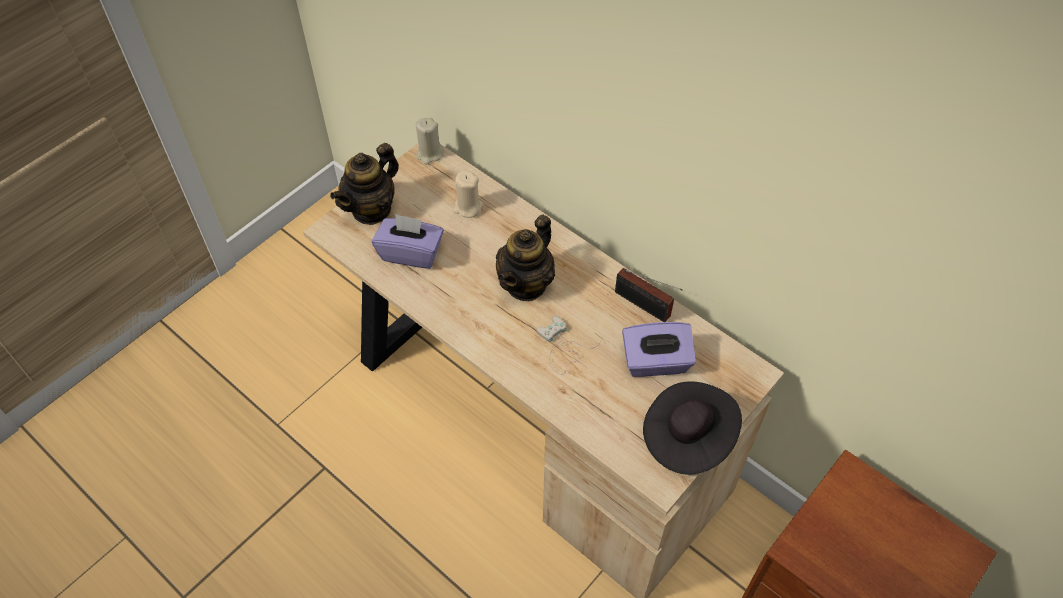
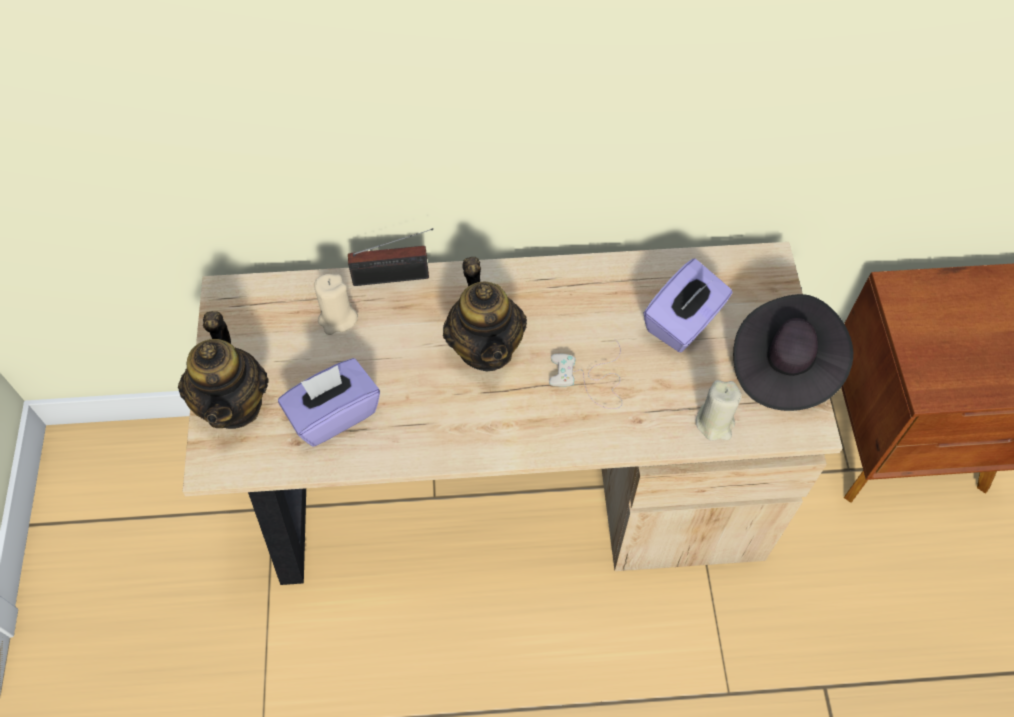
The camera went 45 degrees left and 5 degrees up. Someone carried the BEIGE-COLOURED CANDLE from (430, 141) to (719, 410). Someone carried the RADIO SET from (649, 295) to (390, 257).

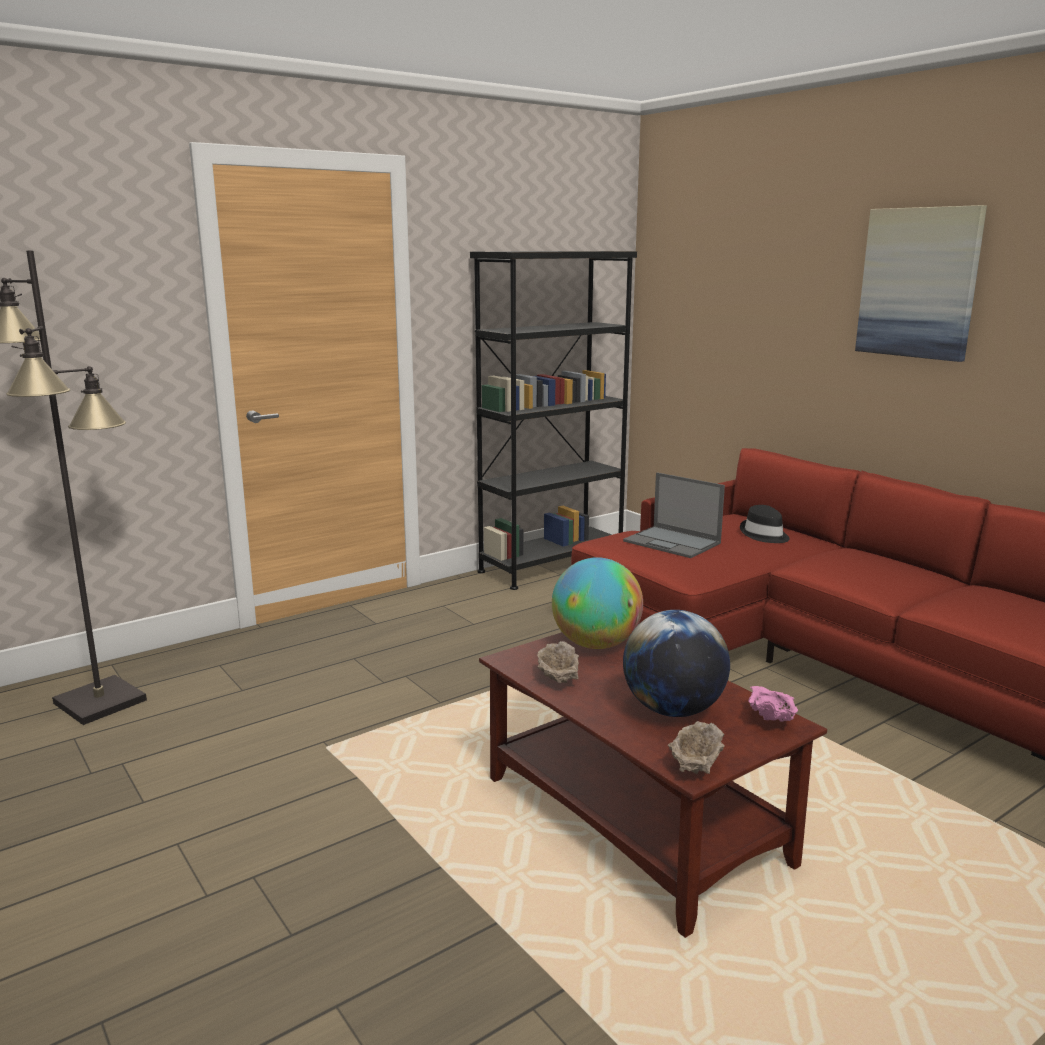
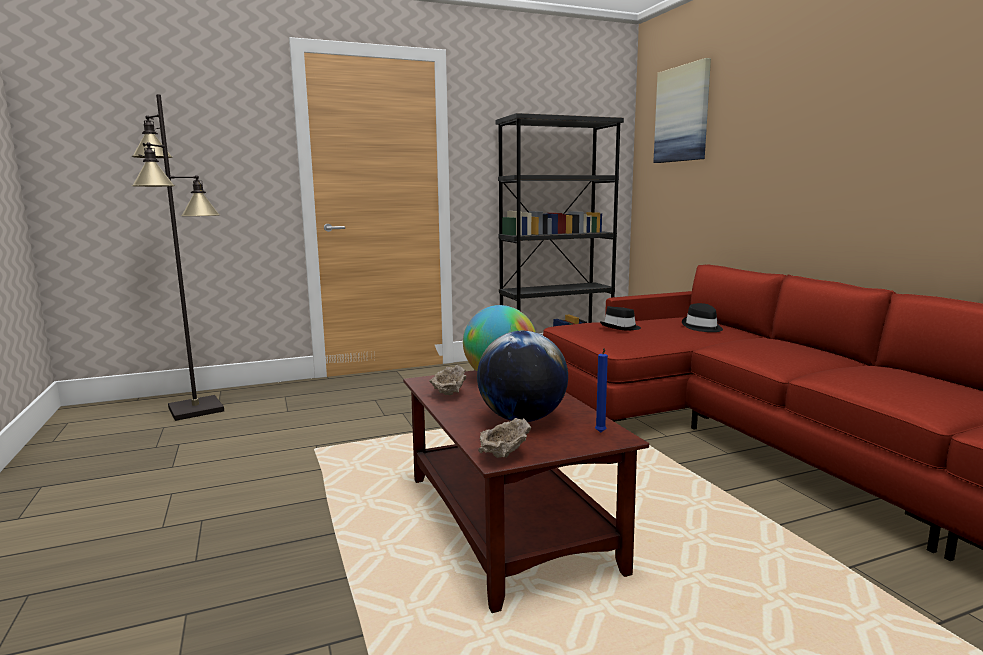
The camera went 15 degrees right and 5 degrees down. Someone carried the WALL PICTURE from (921, 283) to (682, 110). Someone swapped the PORTABLE COMPUTER at (674, 515) for the BLACK HAT at (620, 318). Someone swapped the PINK-COLOURED SERVING BOWL at (773, 704) for the BLUE-COLOURED CANDLE at (601, 390).

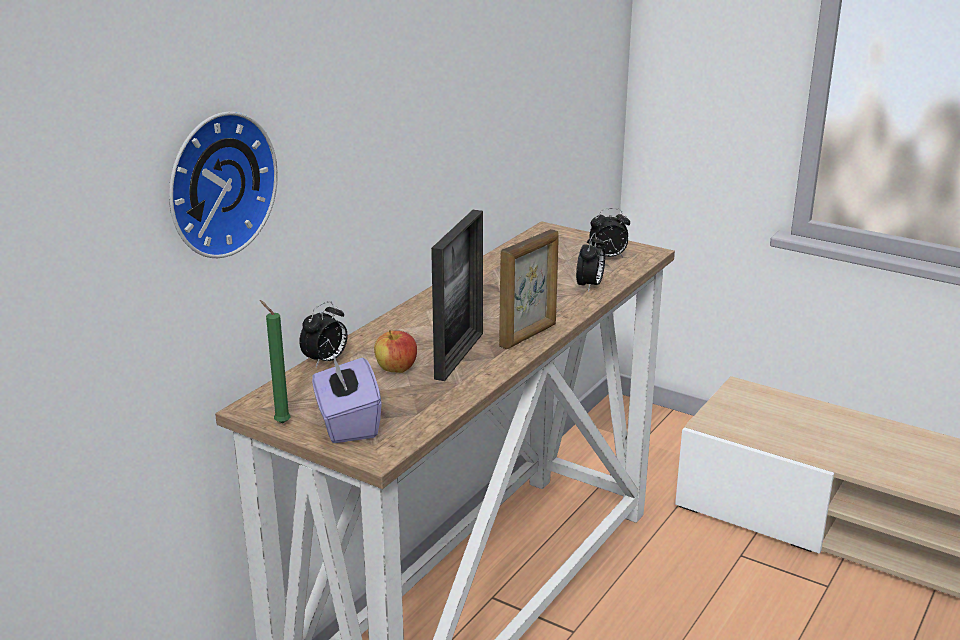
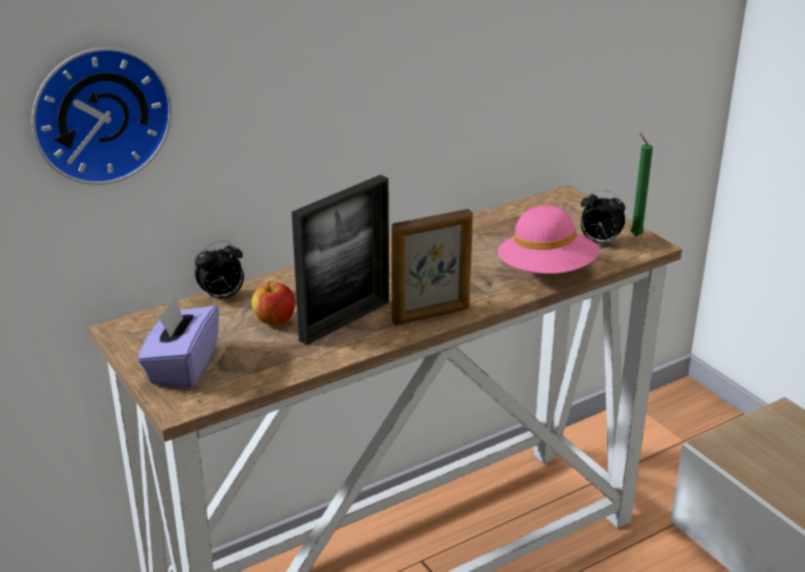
The camera went 25 degrees right and 5 degrees up. Someone carried the GREEN CANDLE from (275, 361) to (641, 184). Someone swapped the BEDSIDE CLOCK at (590, 262) for the PINK-COLOURED HAT at (548, 240).

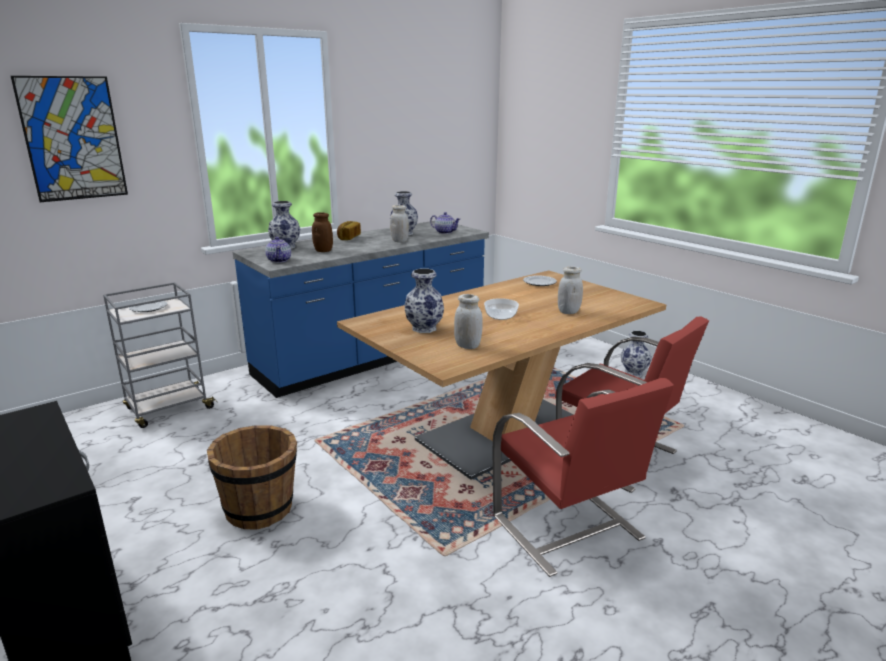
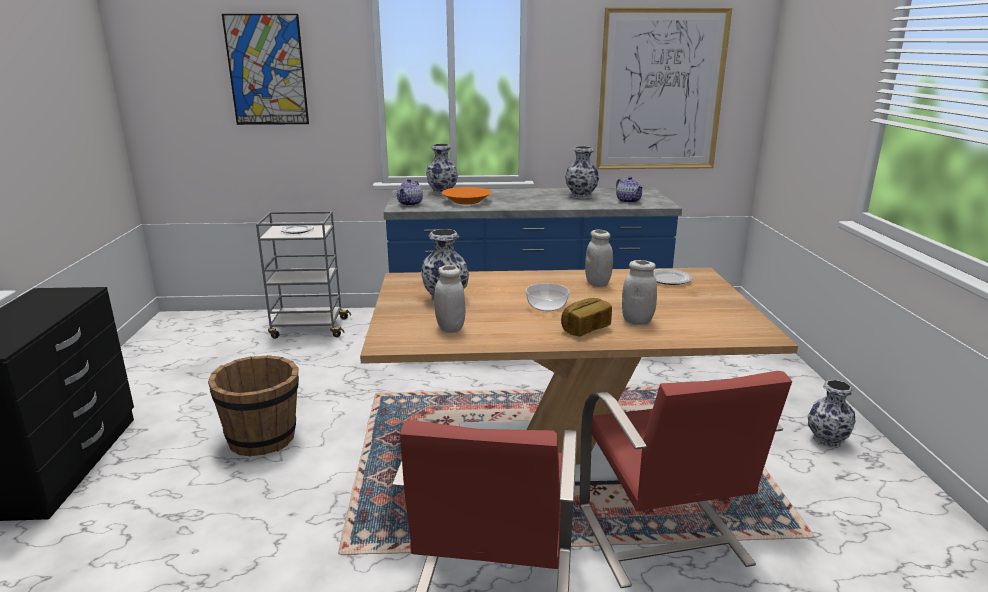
The camera went 35 degrees right and 0 degrees up. Someone put up the WALL PICTURE at (664, 88). Someone carried the BAKERY BREAD from (349, 230) to (586, 317). Someone carried the WHITISH PRESERVE JAR from (399, 223) to (599, 258). Someone swapped the BROWN-COLOURED PRESERVE JAR at (322, 232) for the ORANGE SERVING BOWL at (467, 195).

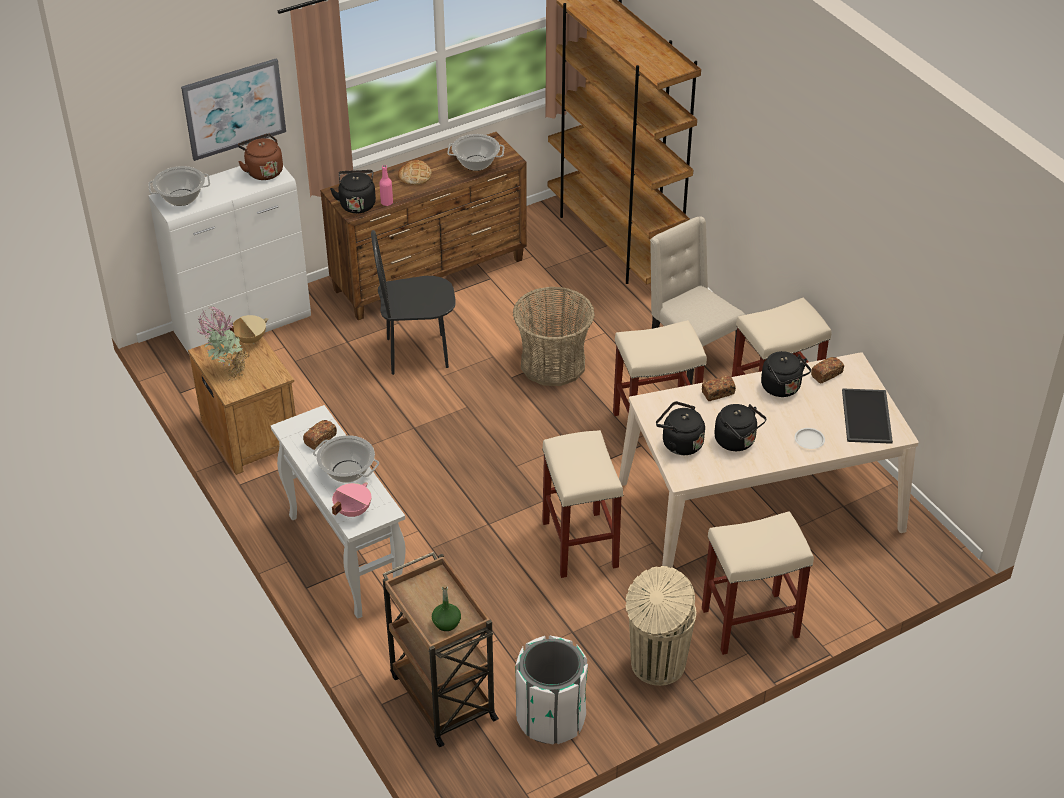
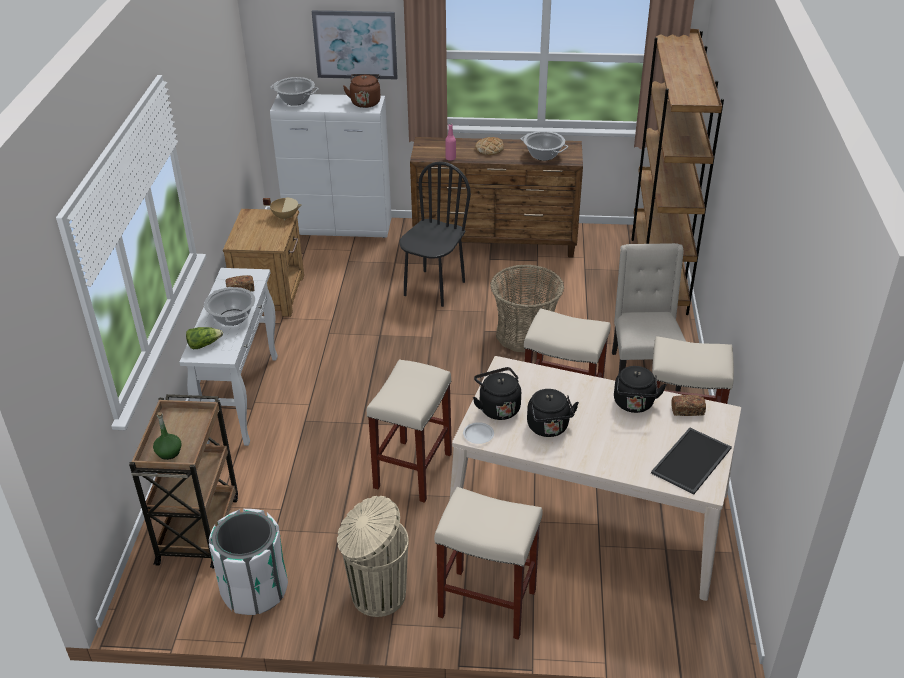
The camera went 35 degrees right and 5 degrees down. Someone took away the POTTED PLANT at (223, 343). Someone took away the BLACK WATER KETTLE at (353, 191). Someone took away the BAKERY BREAD at (719, 388). Someone carried the WHITISH FLAT DISH from (810, 438) to (478, 433). Someone swapped the PINK-COLOURED SAUCEPOT at (352, 499) for the LETTUCE HEAD at (204, 338). Someone rotated the BLACK UPRIGHT CHAIR at (413, 302) by 90 degrees clockwise.

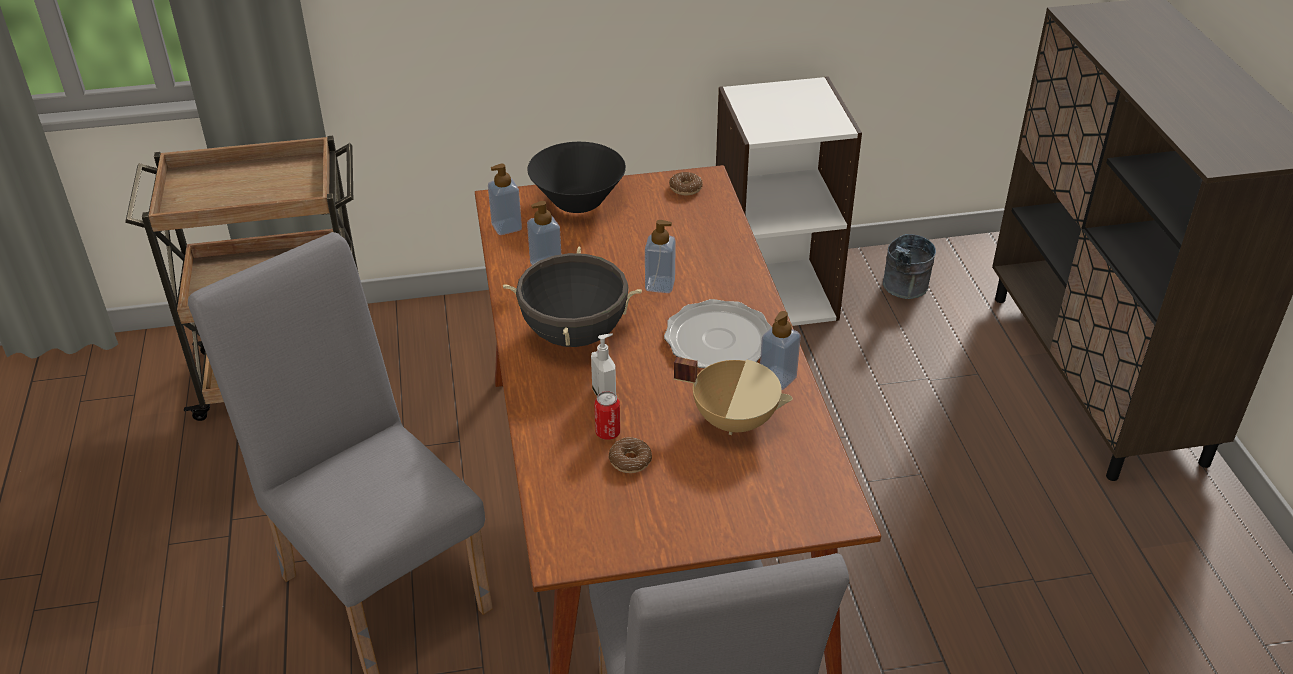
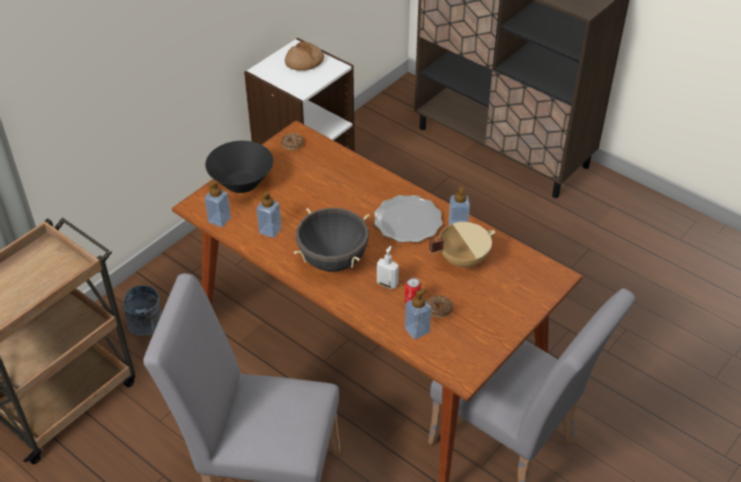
The camera went 40 degrees left and 5 degrees up. Someone put down the BAKERY BREAD at (304, 56). Someone carried the LIQUID SOAP BOTTLE from (660, 256) to (418, 314). Someone carried the GREY PAIL from (909, 266) to (142, 310).

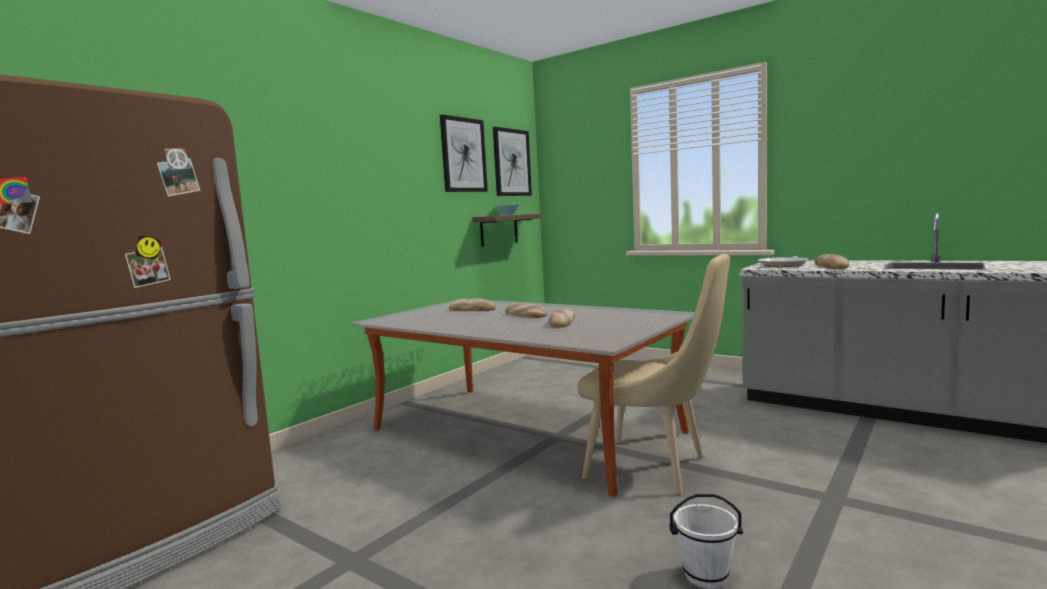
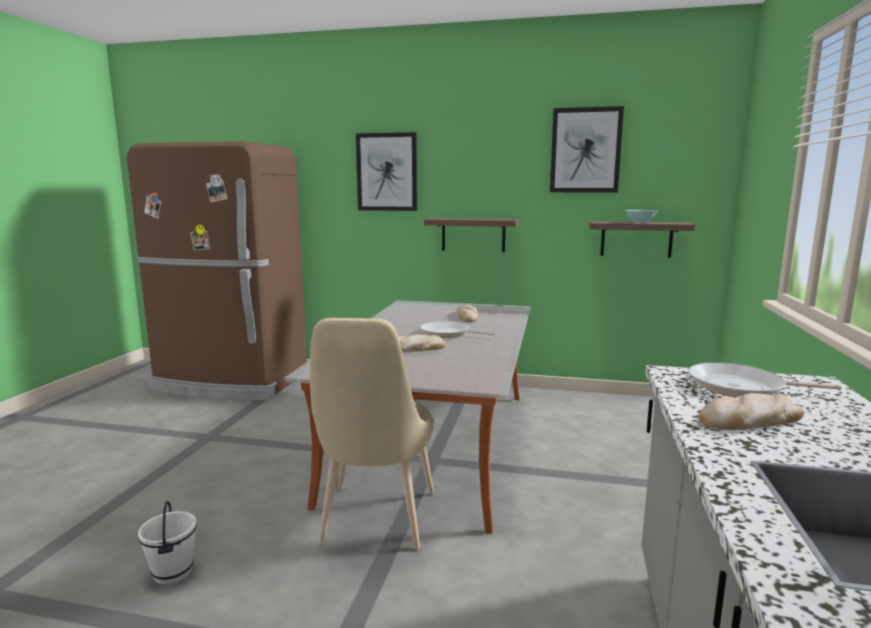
The camera went 65 degrees right and 5 degrees up. Someone put up the BRACKET SHELF at (471, 235). Someone carried the WALL PICTURE from (512, 161) to (386, 171). Someone swapped the BAKERY BREAD at (526, 310) for the FRYING PAN at (458, 329).

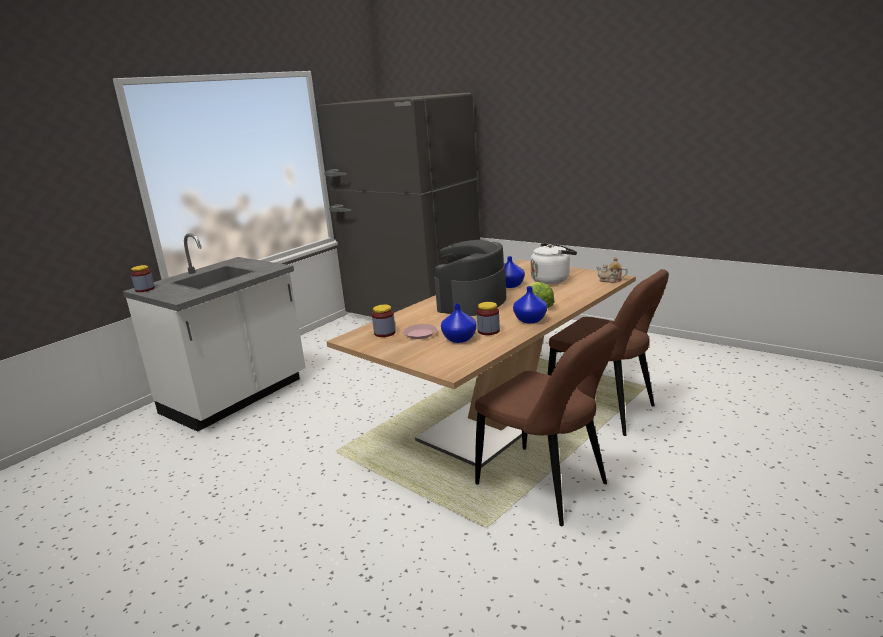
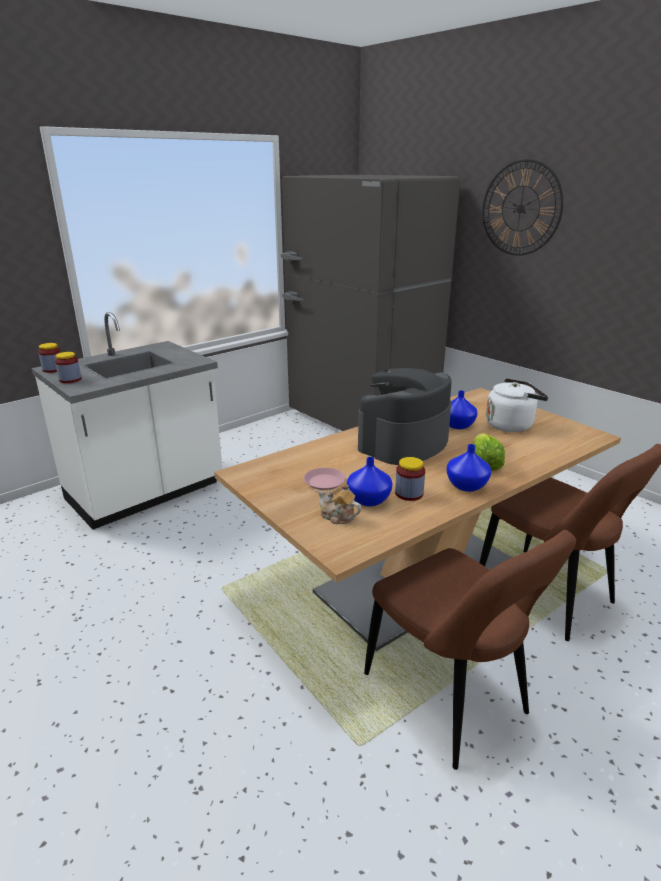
The camera went 10 degrees right and 5 degrees up. Someone put up the HANGING CLOCK at (523, 207). Someone carried the PRESERVE JAR from (384, 321) to (68, 367). Someone carried the POT FOR TEA from (612, 270) to (339, 503).

